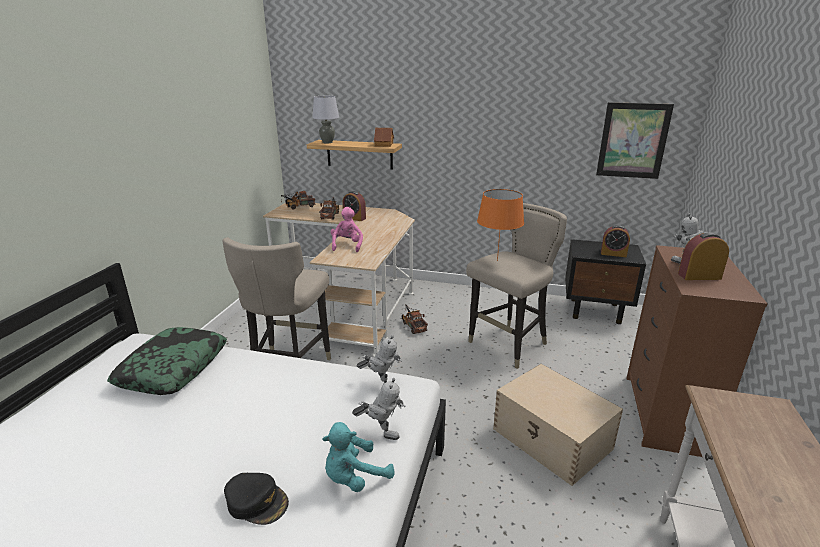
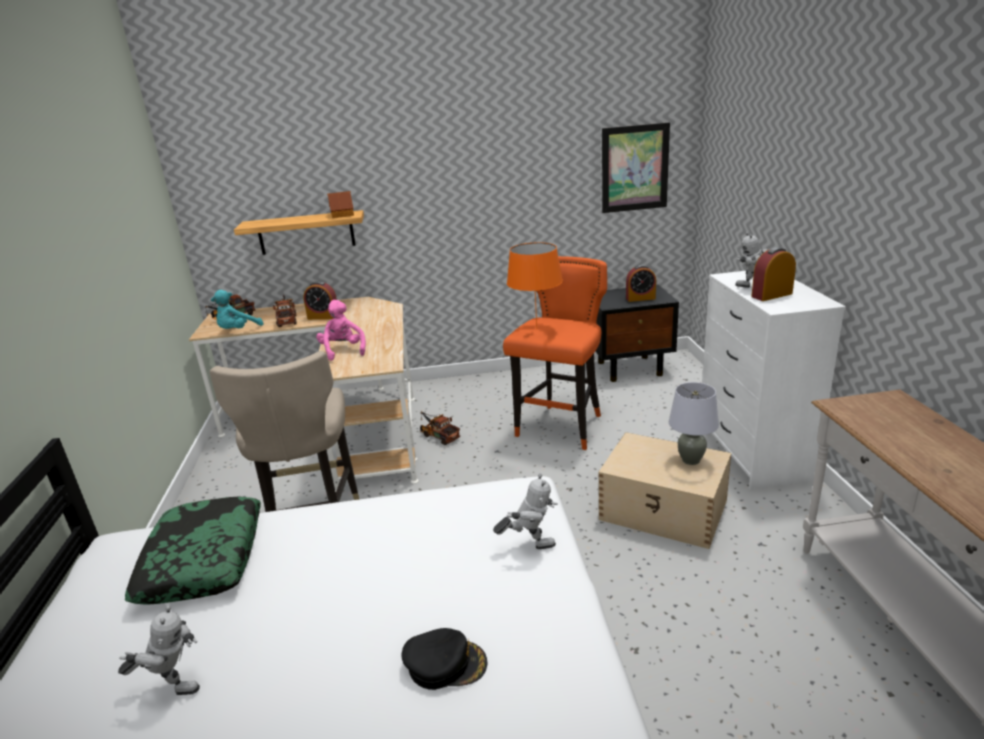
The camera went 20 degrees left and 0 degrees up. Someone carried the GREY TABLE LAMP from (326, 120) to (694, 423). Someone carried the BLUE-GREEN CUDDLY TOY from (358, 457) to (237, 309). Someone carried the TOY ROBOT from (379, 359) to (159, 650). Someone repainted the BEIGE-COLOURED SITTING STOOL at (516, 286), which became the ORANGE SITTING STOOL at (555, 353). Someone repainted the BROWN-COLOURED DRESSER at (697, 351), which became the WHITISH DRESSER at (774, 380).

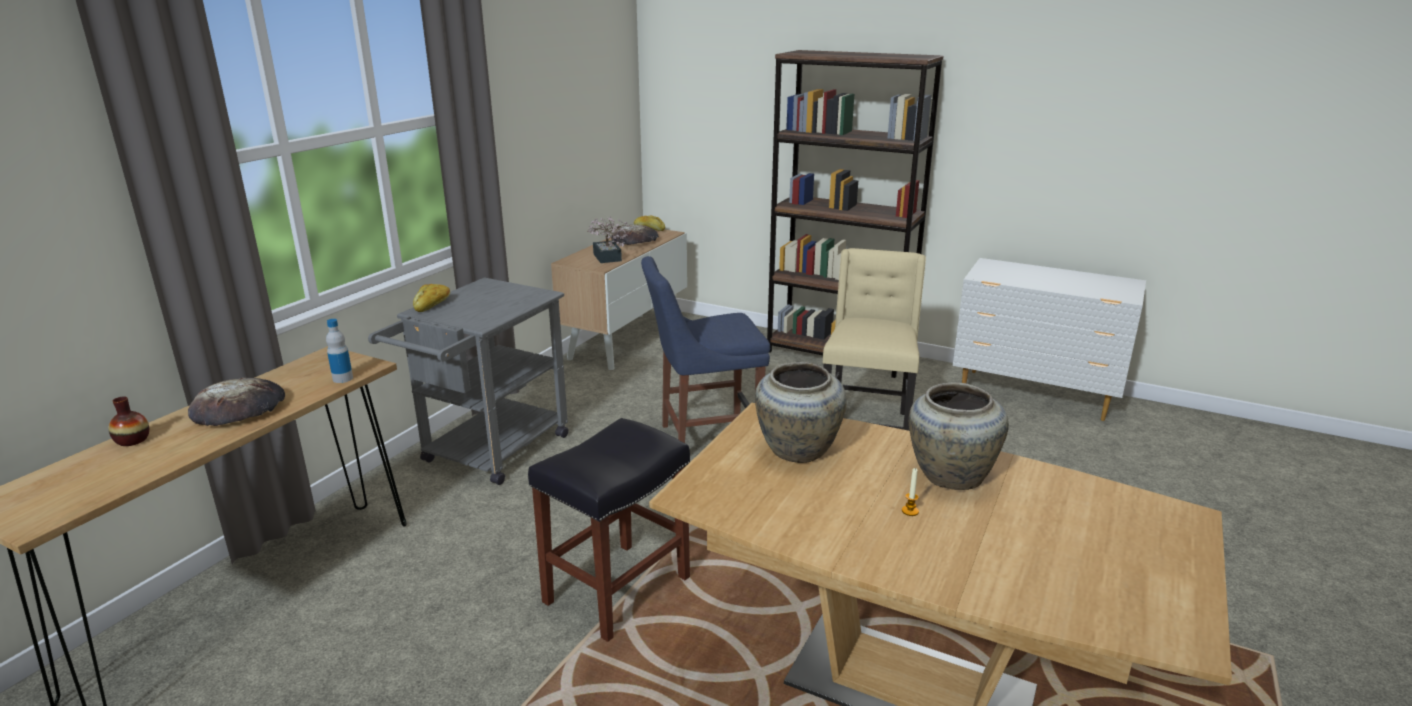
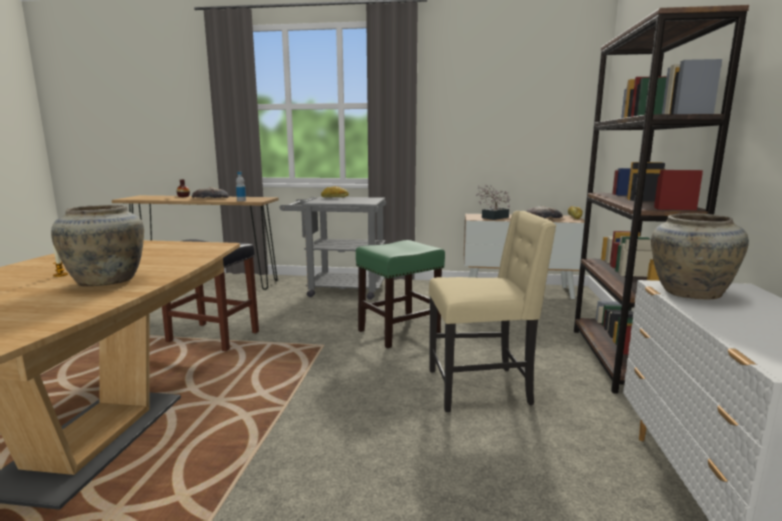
The camera went 70 degrees right and 10 degrees down. Someone carried the BEIGE-COLOURED FLOWER VASE from (801, 412) to (700, 256). Someone swapped the BLUE-COLOURED UPRIGHT CHAIR at (705, 349) for the GREEN SITTING STOOL at (400, 294).

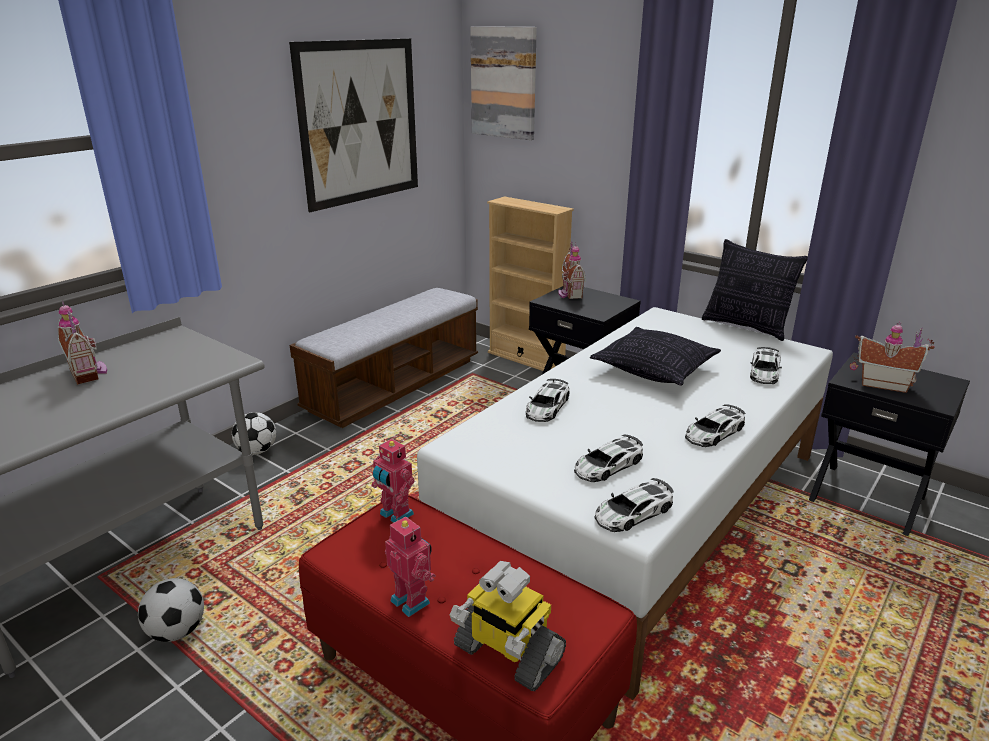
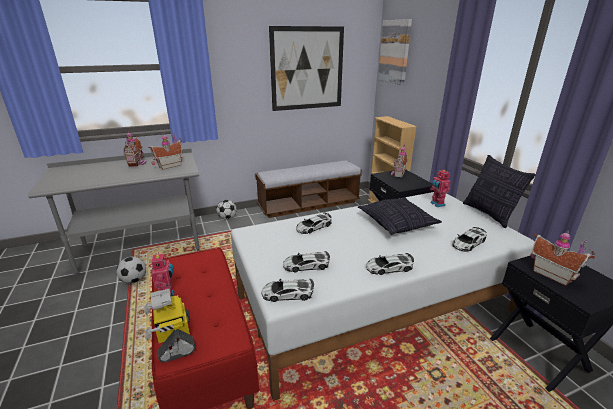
The camera went 30 degrees right and 0 degrees up. Someone put down the MINIATURE HOUSE at (165, 152). Someone carried the TOY ROBOT from (393, 481) to (440, 188).

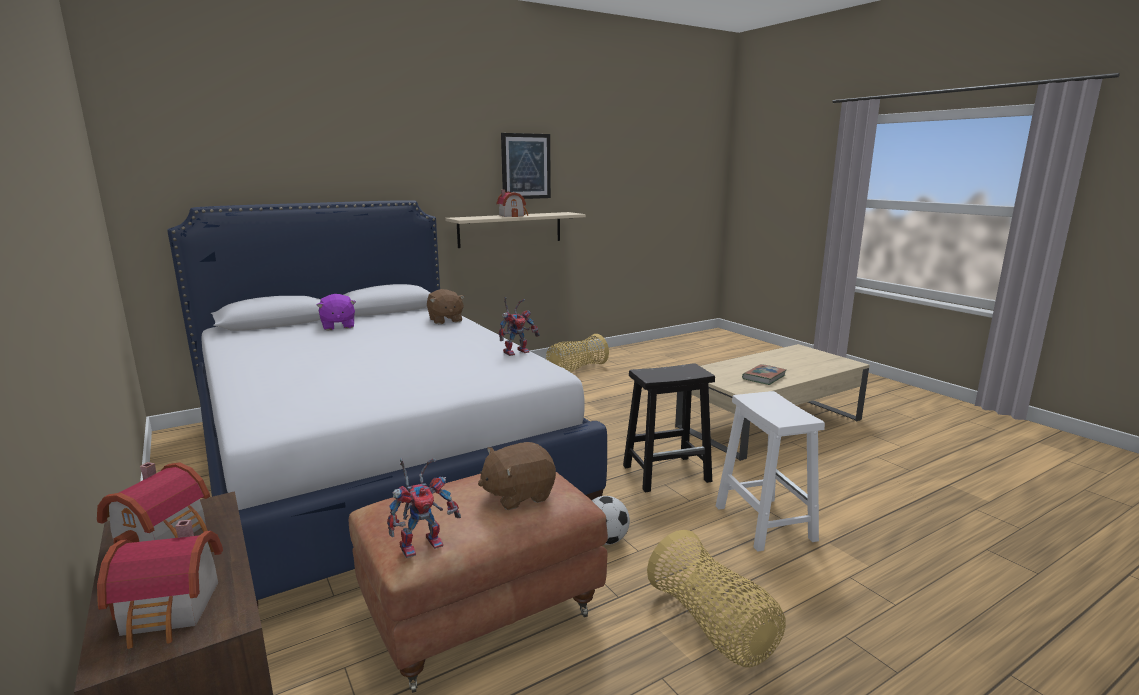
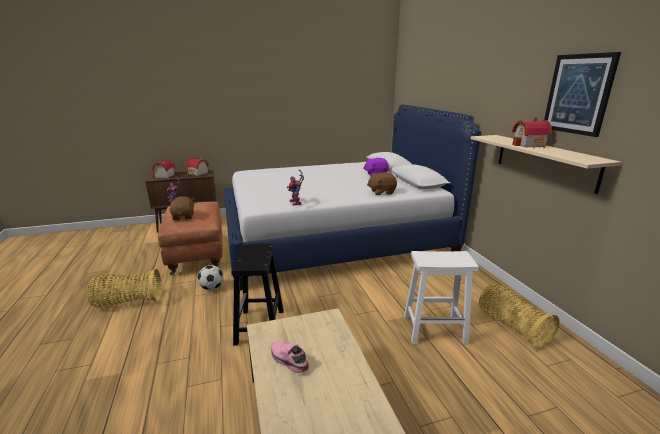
The camera went 105 degrees right and 5 degrees up. Someone carried the WHITISH SITTING STOOL from (770, 471) to (441, 297). Someone swapped the BOOK at (764, 374) for the PINK-COLOURED ITEM OF FOOTWEAR at (290, 357).

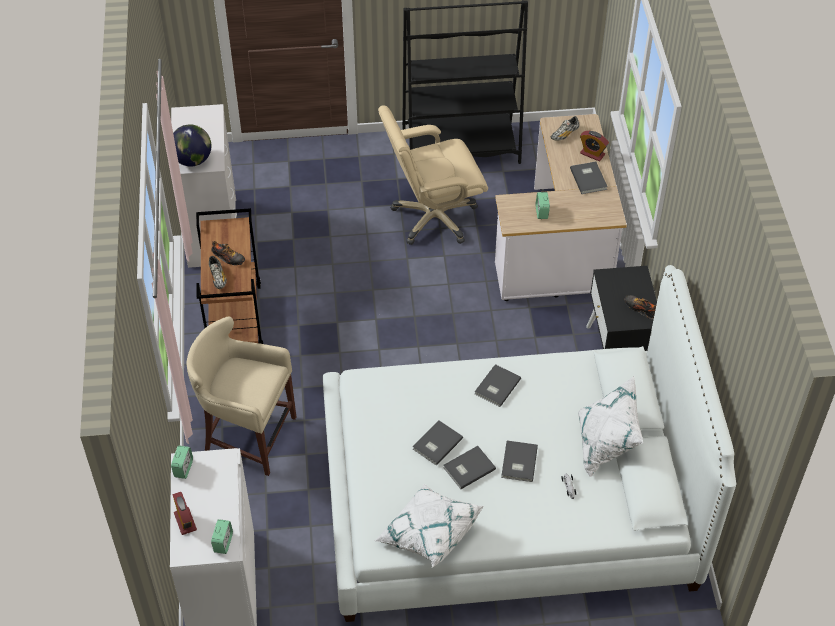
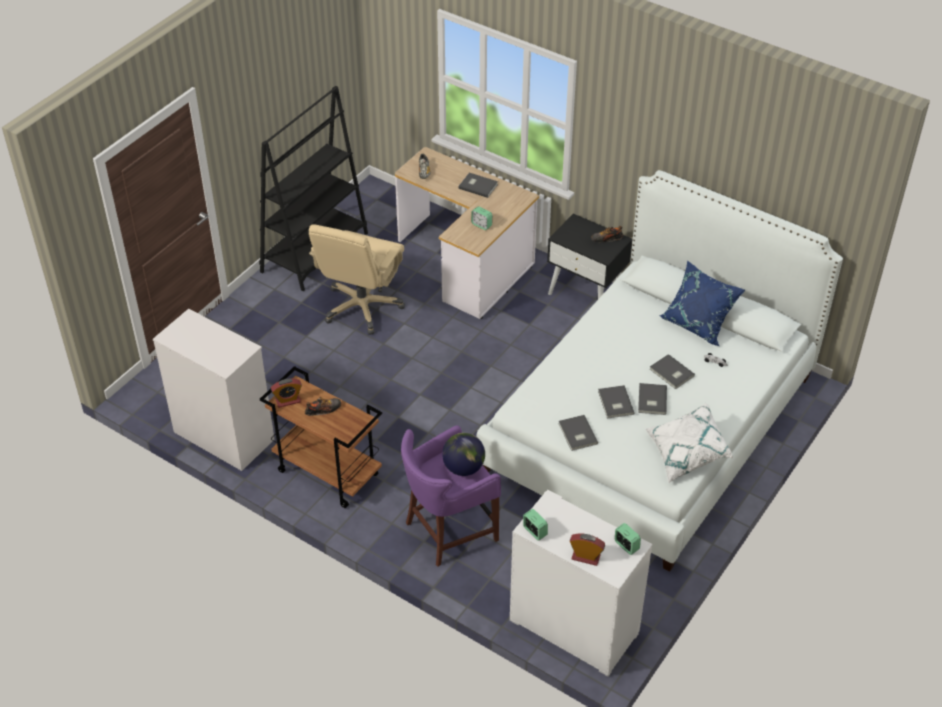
The camera went 50 degrees left and 5 degrees down. Someone took away the ITEM OF FOOTWEAR at (218, 272). Someone carried the GLOBE from (192, 145) to (463, 454). Someone carried the GREY BOOK from (498, 385) to (578, 433). Someone carried the BEDSIDE CLOCK from (594, 146) to (286, 393). Someone repainted the BEIGE-COLOURED SITTING STOOL at (241, 396), which became the PURPLISH SITTING STOOL at (451, 496). Someone repainted the WHITISH PILLOW at (610, 427), which became the BLUE-COLOURED PILLOW at (702, 303).

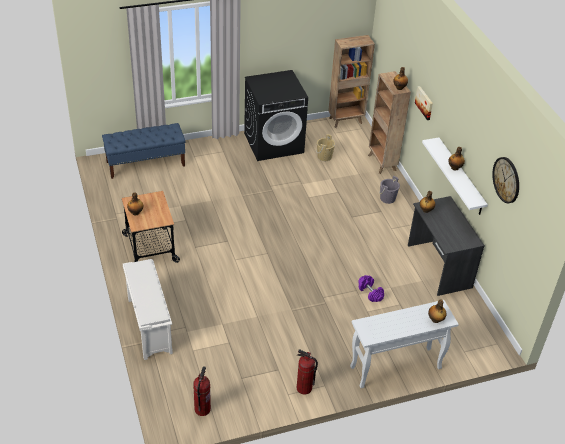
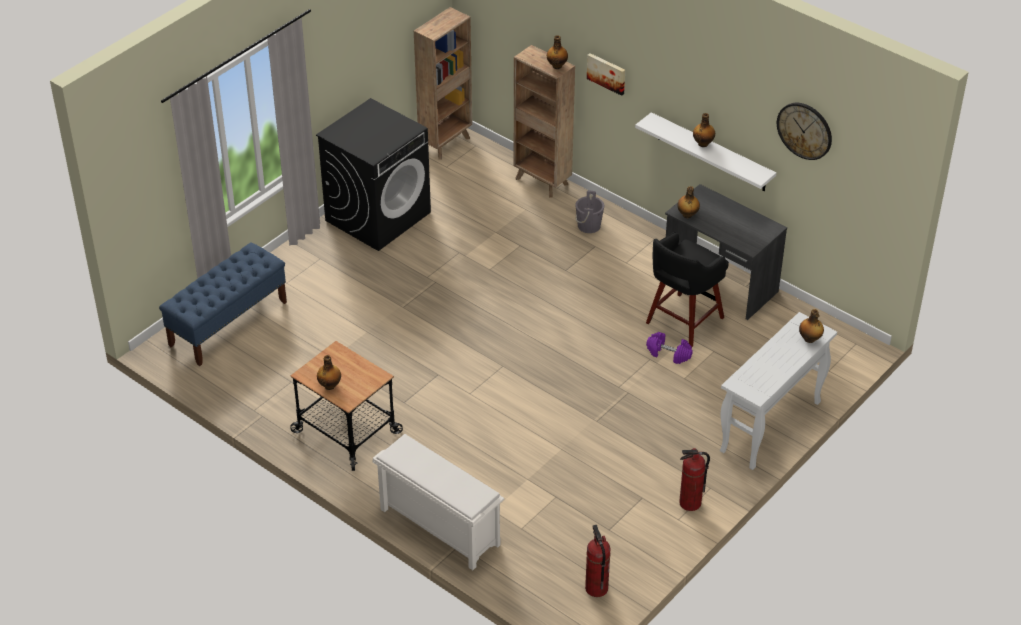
The camera went 30 degrees left and 0 degrees up. Someone took away the BEIGE-COLOURED PAIL at (325, 147). Someone put down the BLACK SITTING STOOL at (687, 289).

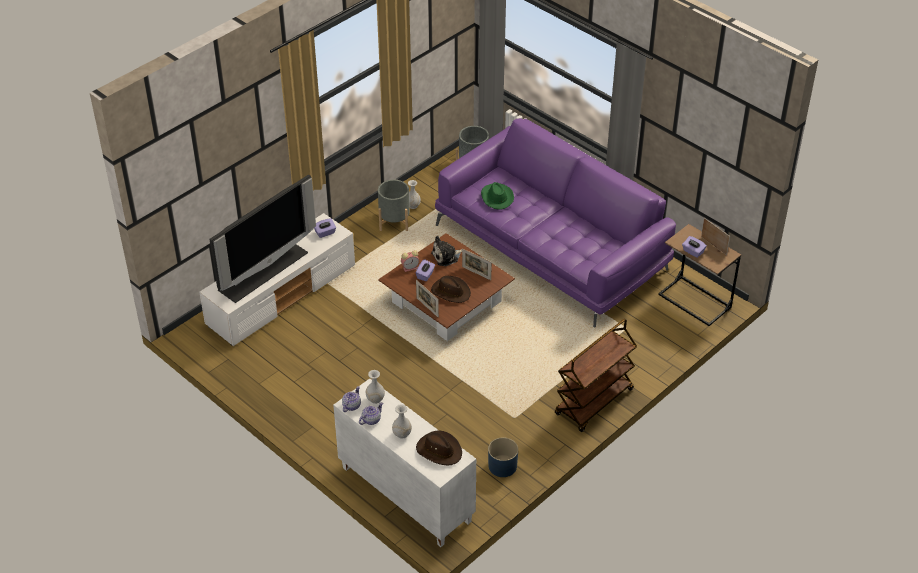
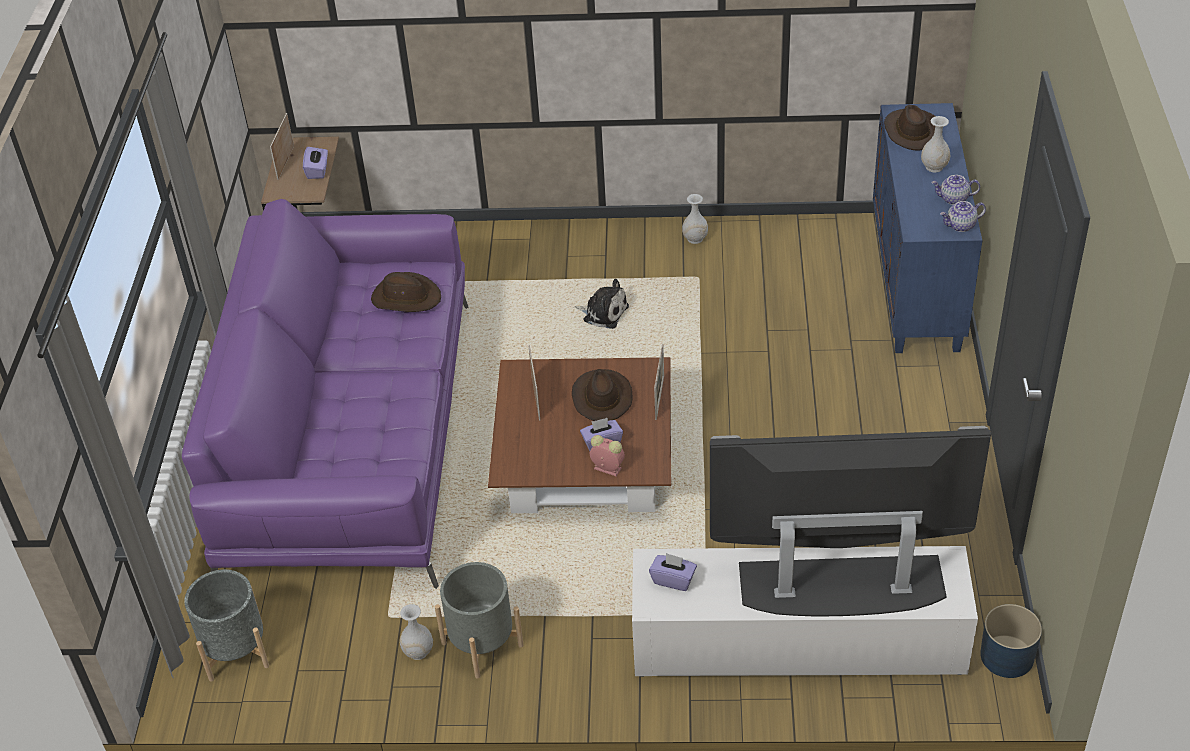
The camera went 130 degrees left and 0 degrees up. Someone took away the GREEN HAT at (497, 196). Someone took away the BROWN-COLOURED TROLLEY at (596, 375). Someone put down the BROWN-COLOURED HAT at (406, 292). Someone carried the WHITISH FLOWER VASE from (375, 387) to (695, 219). Someone carried the CUDDLY TOY from (446, 251) to (601, 304). Someone carried the BLUE-COLOURED PLANTER from (503, 457) to (1011, 641). Someone repainted the WHITISH CABINET at (404, 463), which became the BLUE-COLOURED CABINET at (927, 228).

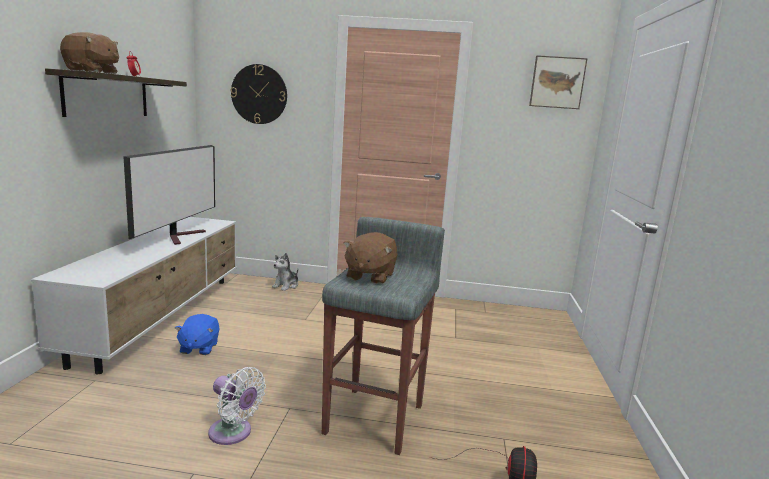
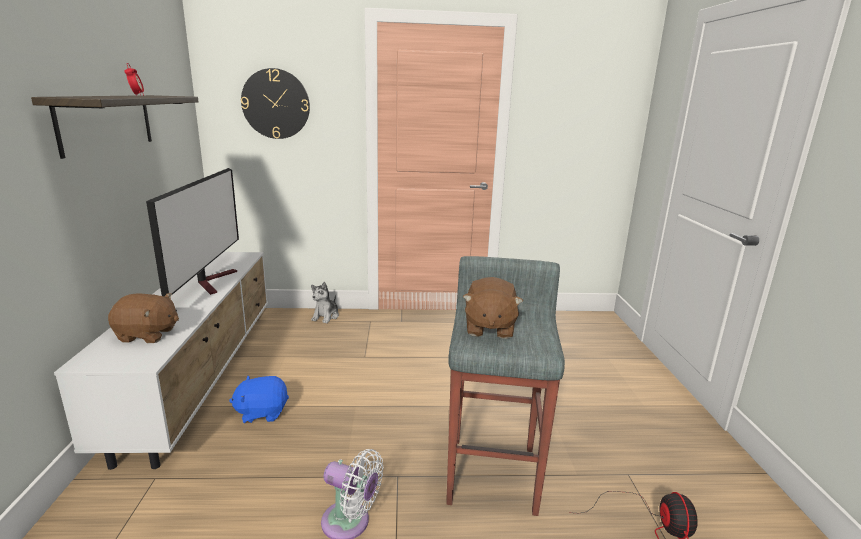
The camera went 10 degrees left and 5 degrees up. Someone took away the WALL PICTURE at (558, 82). Someone carried the BROWN-COLOURED CUDDLY TOY from (89, 53) to (143, 318). Someone rotated the BLUE-COLOURED CUDDLY TOY at (197, 334) by 90 degrees clockwise.

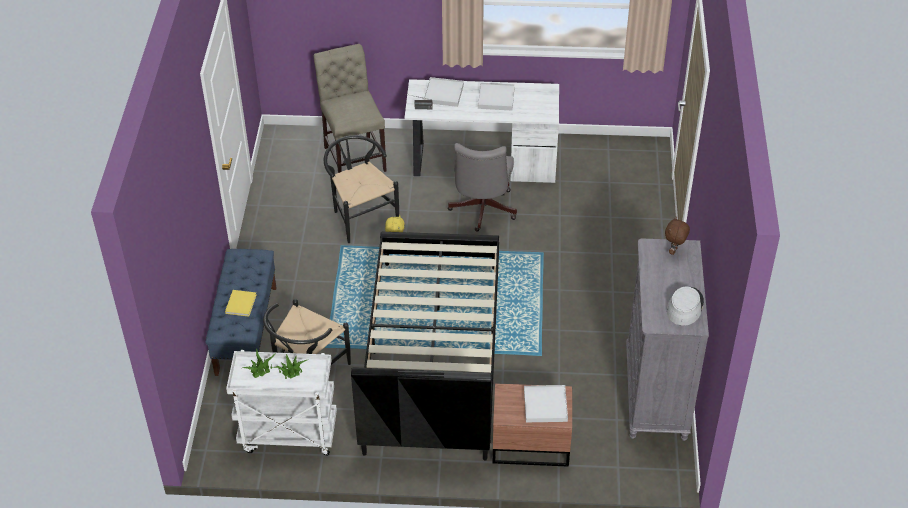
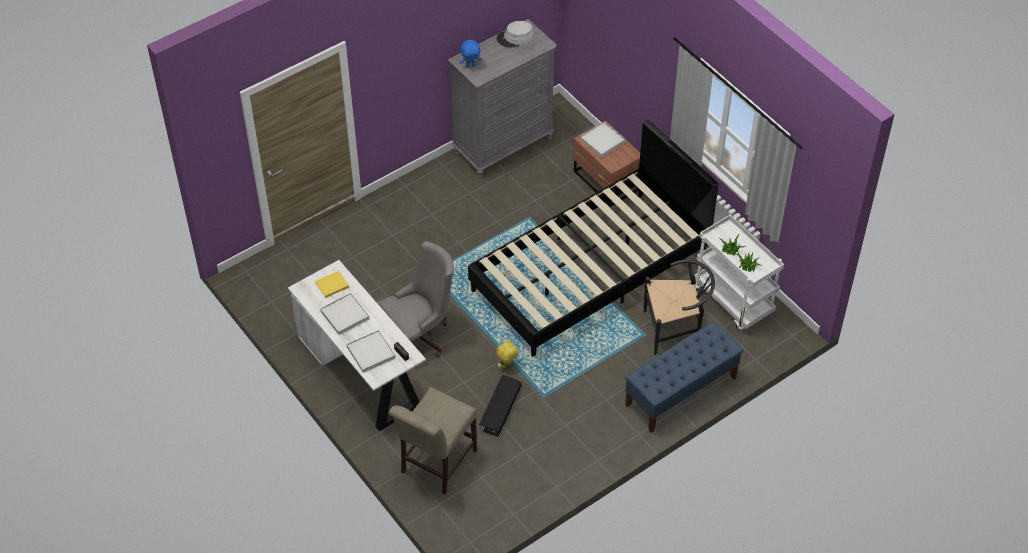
The camera went 130 degrees left and 5 degrees up. Someone carried the YELLOWISH BOOK from (241, 303) to (332, 284). Someone swapped the BLACK UPRIGHT CHAIR at (361, 189) for the BLACK STORAGE BIN at (500, 406). Someone repainted the BROWN-COLOURED CUDDLY TOY at (677, 235), which became the BLUE-COLOURED CUDDLY TOY at (470, 53).

